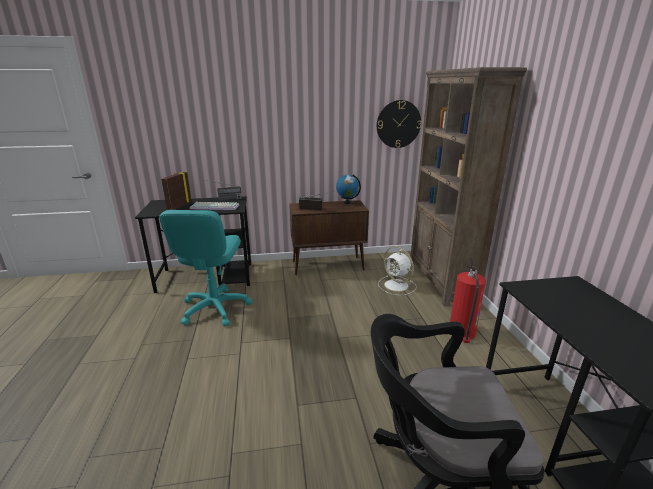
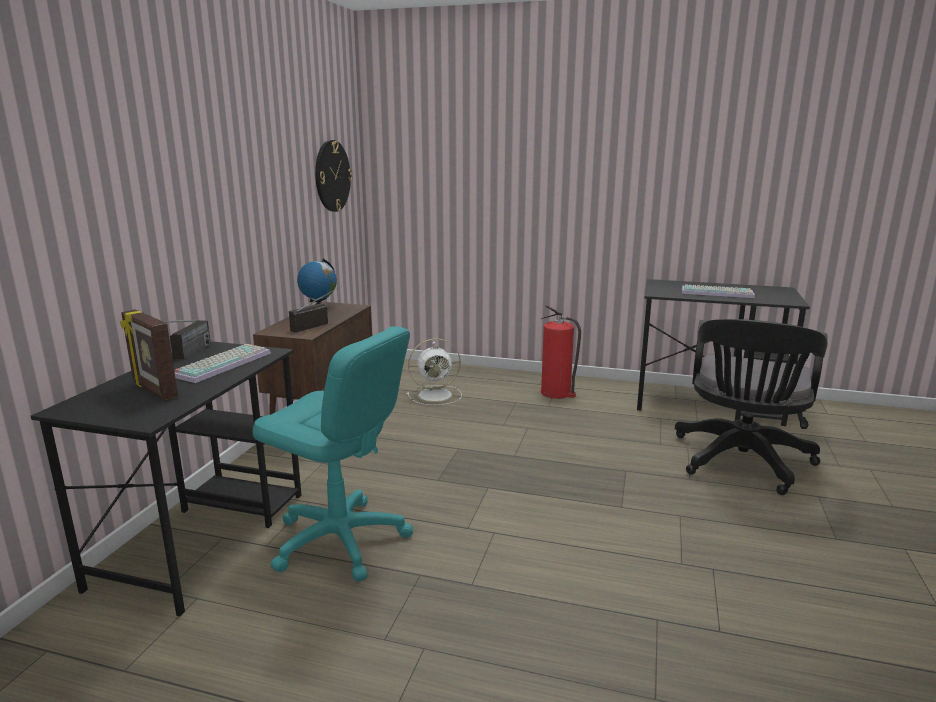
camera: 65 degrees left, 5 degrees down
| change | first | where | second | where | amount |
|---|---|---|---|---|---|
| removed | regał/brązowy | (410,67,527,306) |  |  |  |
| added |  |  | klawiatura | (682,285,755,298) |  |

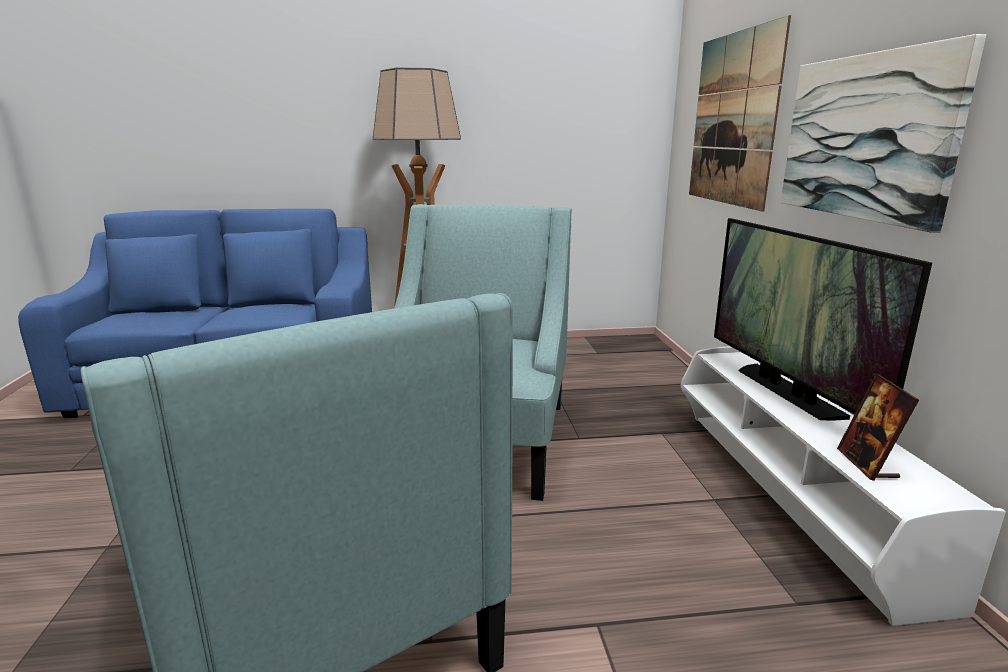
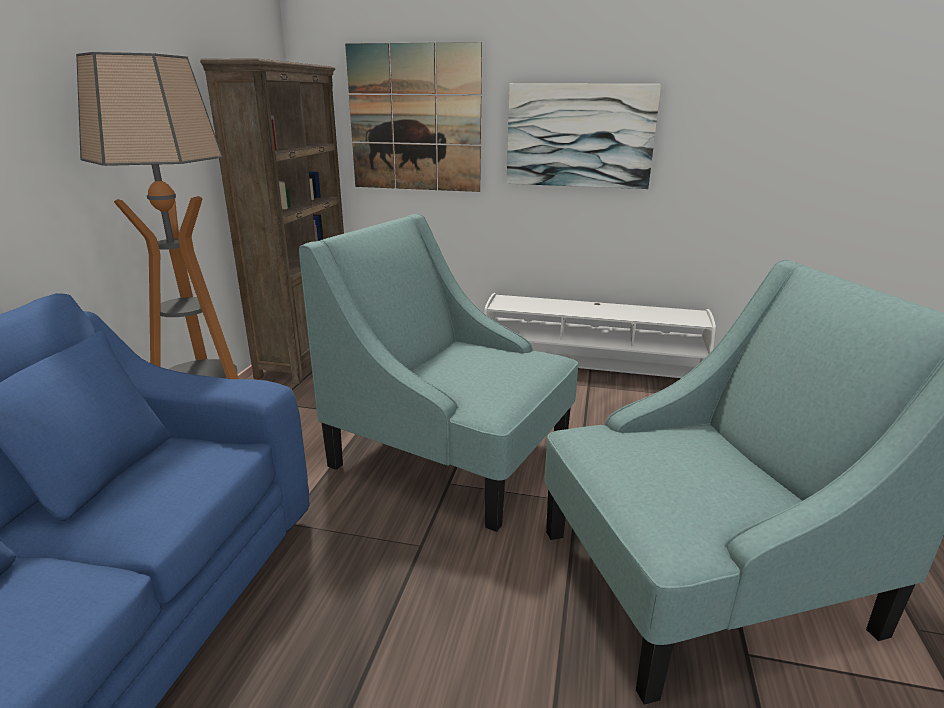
camera: 70 degrees left, 5 degrees up
| change | first | where | second | where | amount |
|---|---|---|---|---|---|
| removed | telewizor | (714,218,932,421) |  |  |  |
| removed | ramka na zdjęcie | (837,374,919,481) |  |  |  |
| added |  |  | regał/brązowy | (200,58,344,384) |  |

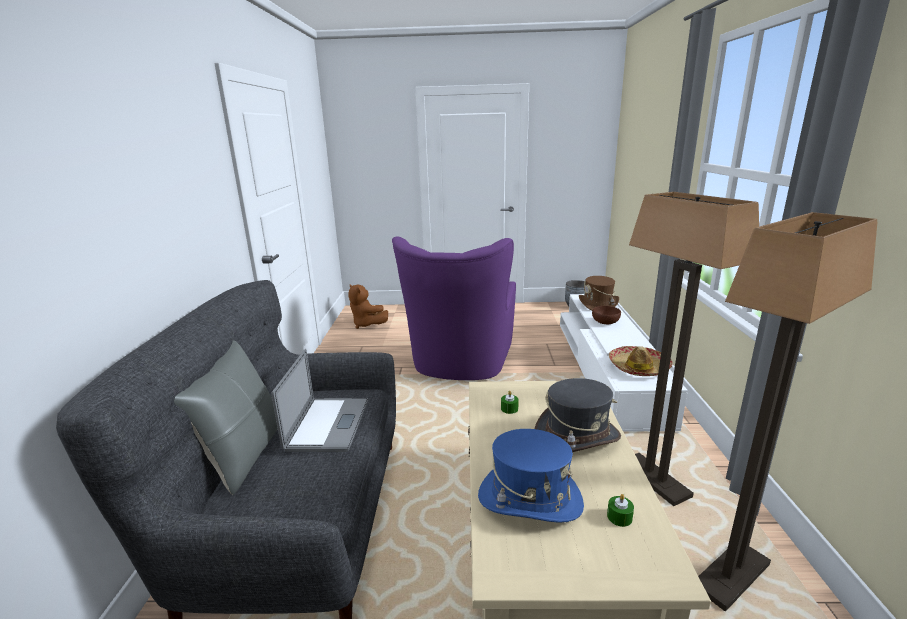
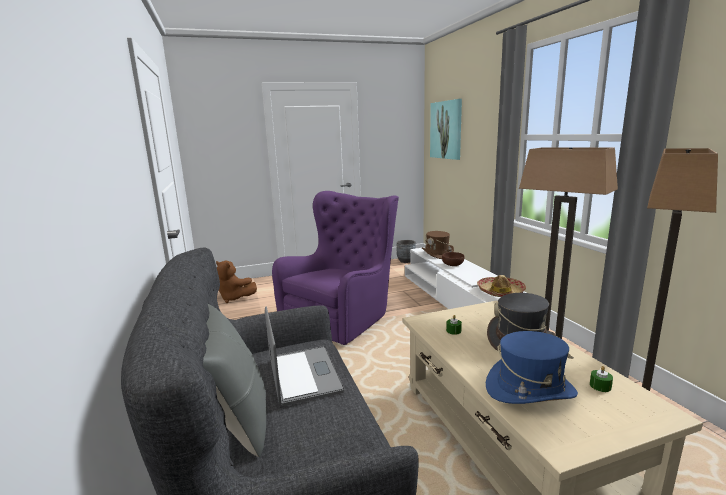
camera: 20 degrees left, 5 degrees down
| change | first | where | second | where | amount |
|---|---|---|---|---|---|
| turned | fotel/fioletowy | (392,237,516,380) |  | (272,191,399,345) | 135 degrees counterclockwise |
| added |  |  | obraz | (430,99,462,160) |  |

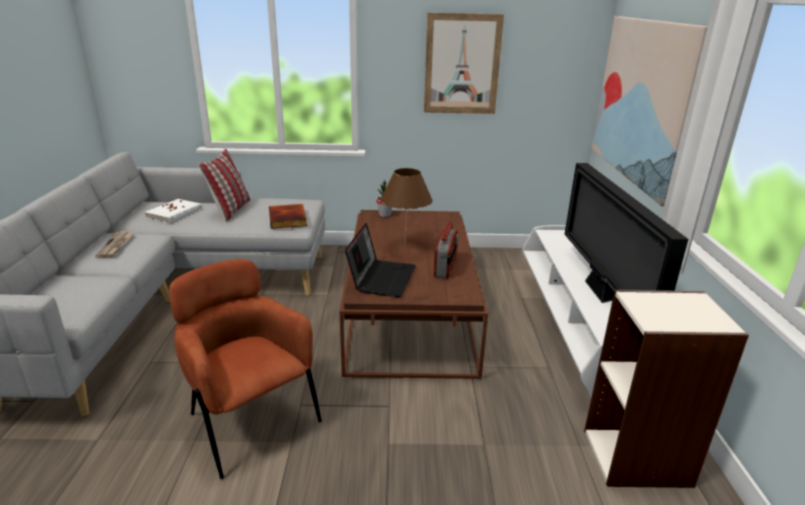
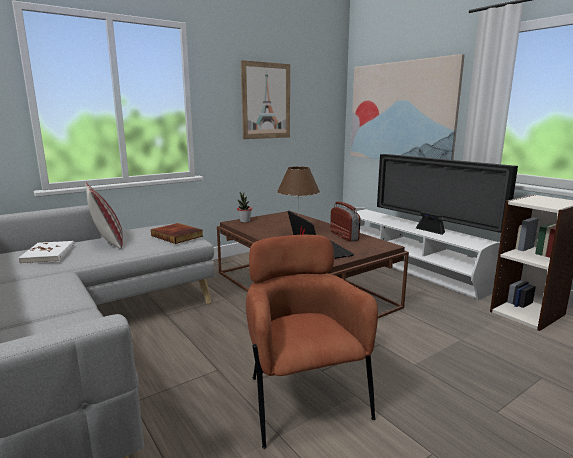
camera: 35 degrees left, 10 degrees down
| change | first | where | second | where | amount |
|---|---|---|---|---|---|
| removed | gazeta | (95,231,134,258) |  |  |  |
| turned | fotel/brązowy | (169,259,322,479) |  | (246,235,378,449) | 60 degrees clockwise |

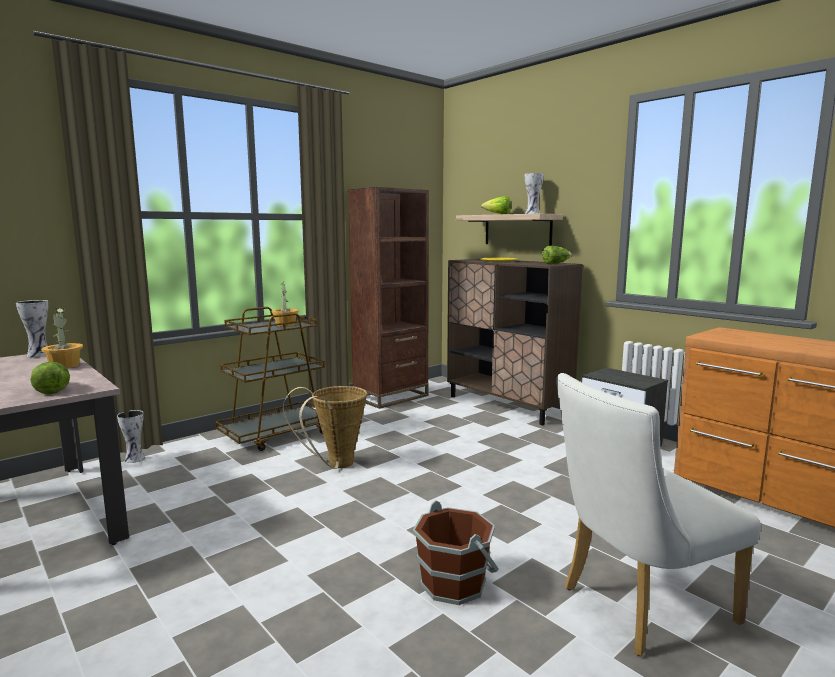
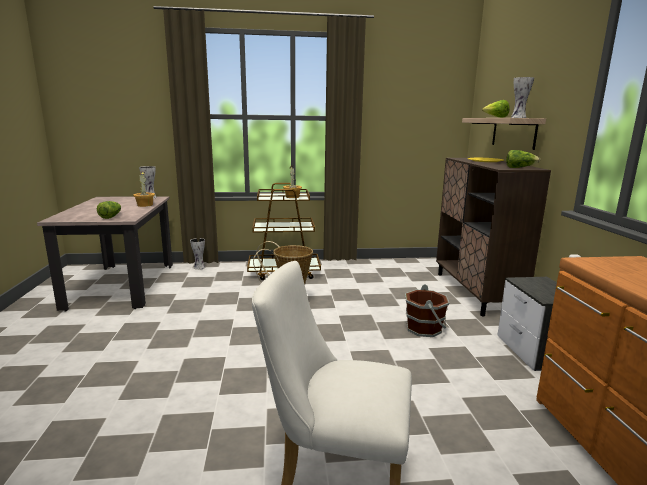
camera: 35 degrees right, 5 degrees up
| change | first | where | second | where | amount |
|---|---|---|---|---|---|
| removed | regał/brązowy | (348,187,429,409) |  |  |  |
| moved | wiadro/brązowy | (413,500,499,605) |  | (405,284,449,337) |  |

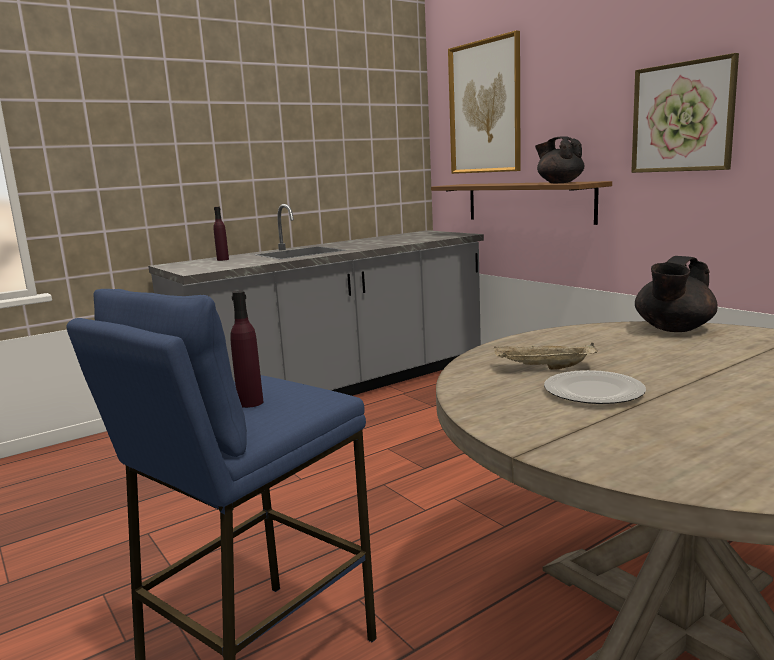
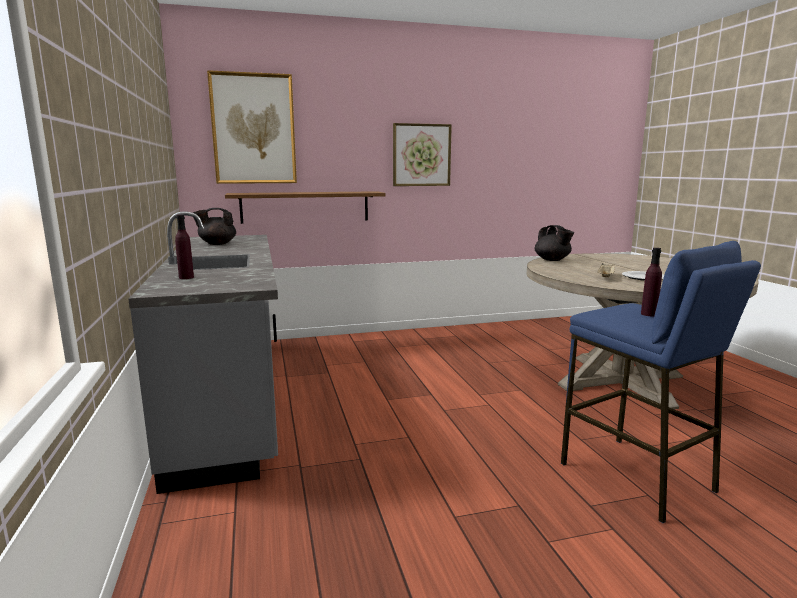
camera: 70 degrees left, 0 degrees up
| change | first | where | second | where | amount |
|---|---|---|---|---|---|
| moved | imbryk/czarny | (535,136,584,183) |  | (193,208,236,245) |  |

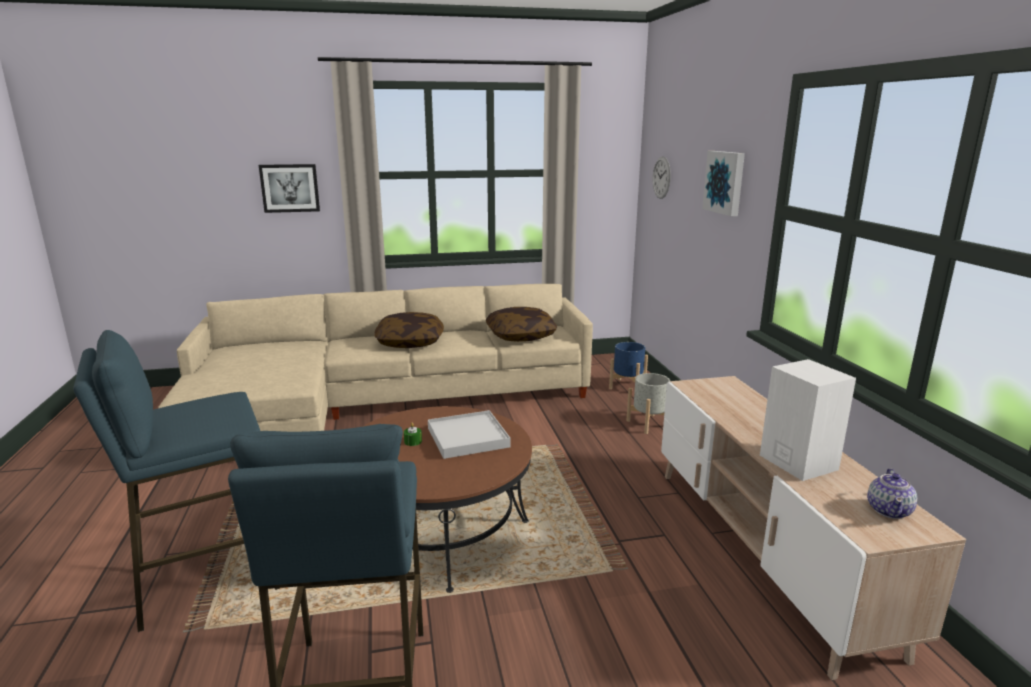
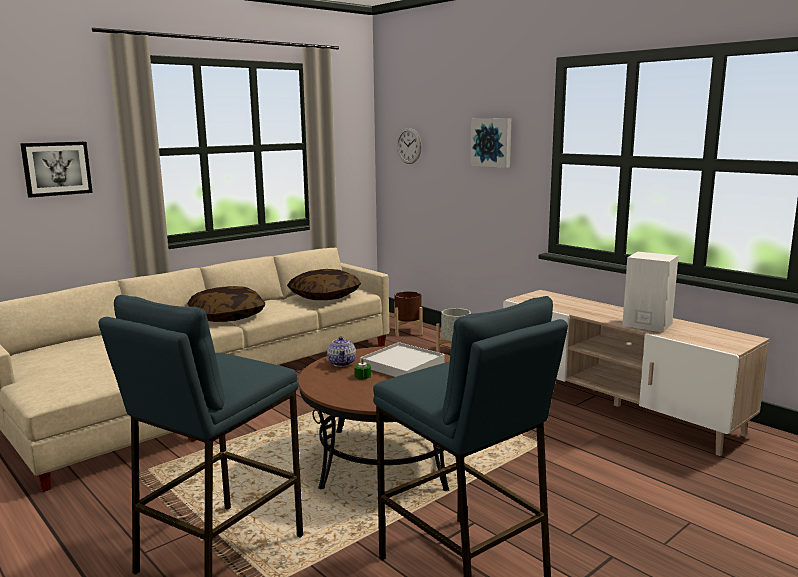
camera: 30 degrees left, 5 degrees down
| change | first | where | second | where | amount |
|---|---|---|---|---|---|
| recoloured | donica/niebieski | (609,342,648,389) | donica/brązowy | (394,291,422,336) |  |
| moved | imbryk | (867,468,917,519) |  | (327,336,356,367) |  |

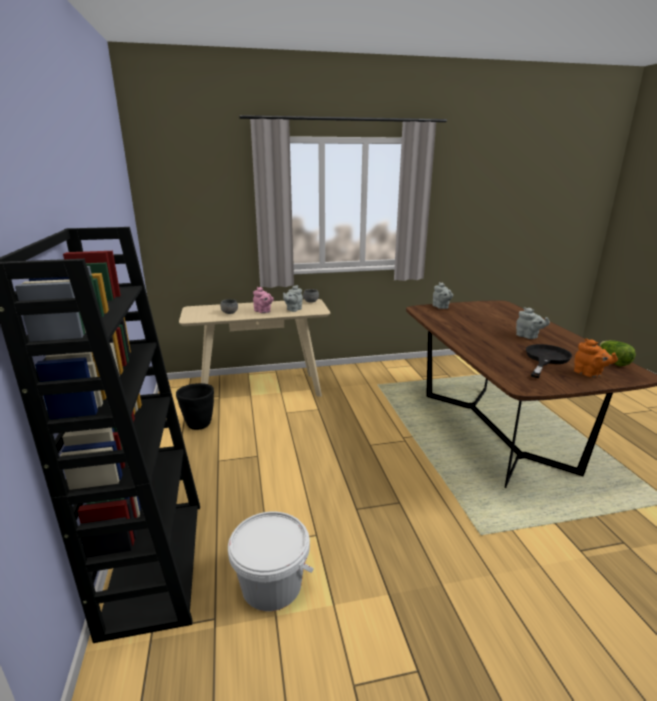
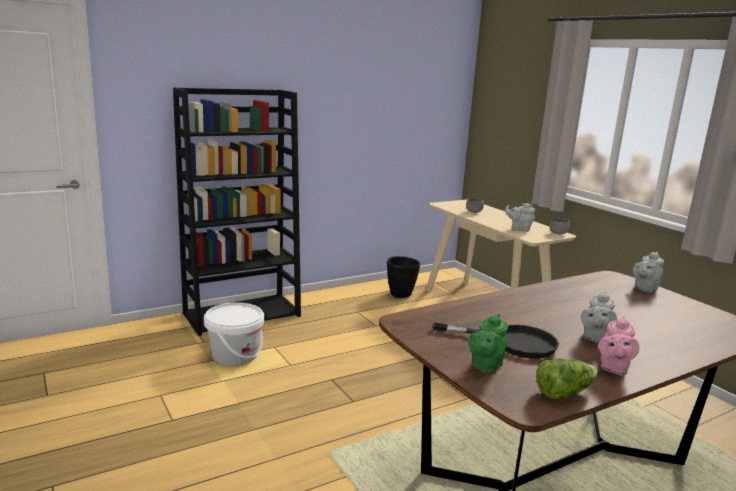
camera: 70 degrees right, 5 degrees down
| change | first | where | second | where | amount |
|---|---|---|---|---|---|
| moved | imbryk/różowy | (253,287,274,313) |  | (599,316,639,376) |  |
| recoloured | imbryk/pomarańczowy | (574,338,618,378) | imbryk/zielony | (468,314,508,374) |  |

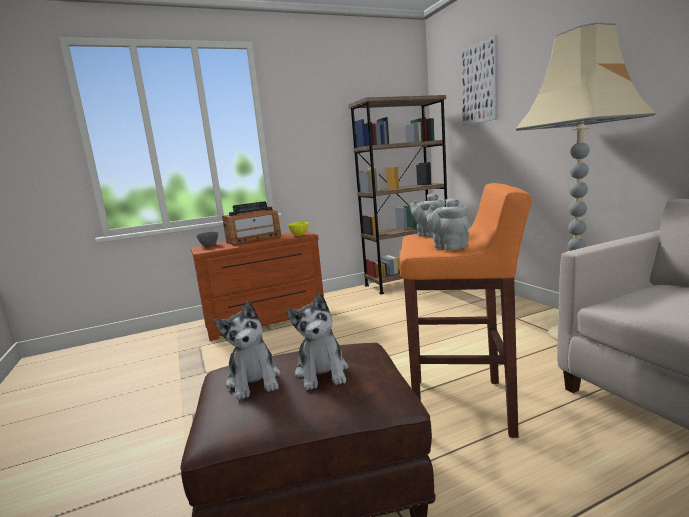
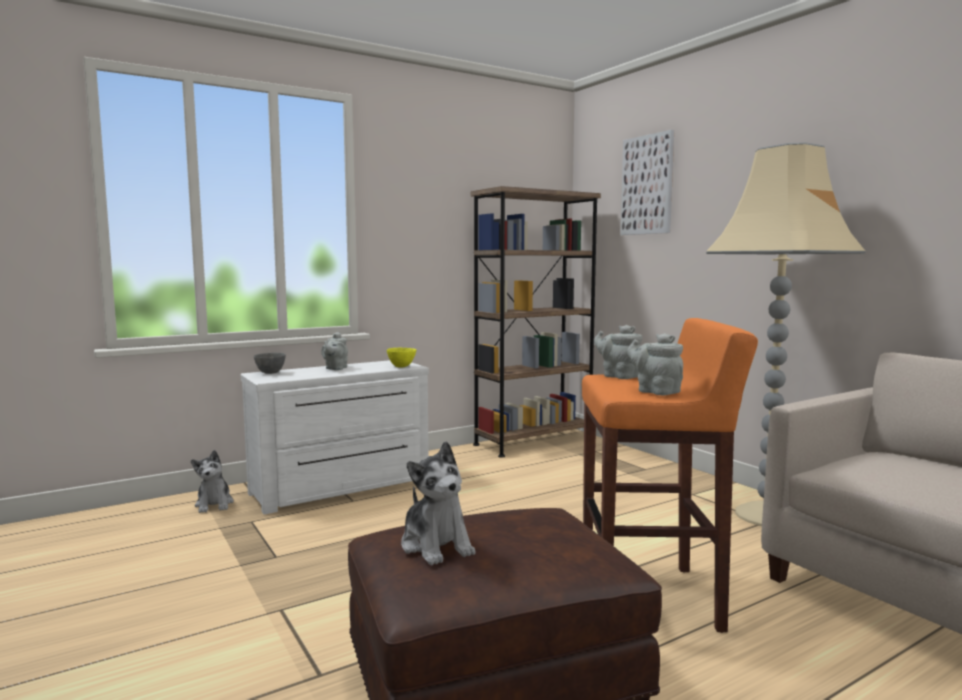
camera: 10 degrees left, 5 degrees down
| change | first | where | second | where | amount |
|---|---|---|---|---|---|
| replaced | radio | (222,201,281,246) | imbryk/szary | (321,332,348,370) |  |
| recoloured | komoda/brązowy | (191,231,324,341) | komoda/biały | (240,360,429,514) |  |
| moved | pluszak | (286,293,348,390) |  | (191,450,234,513) |  |

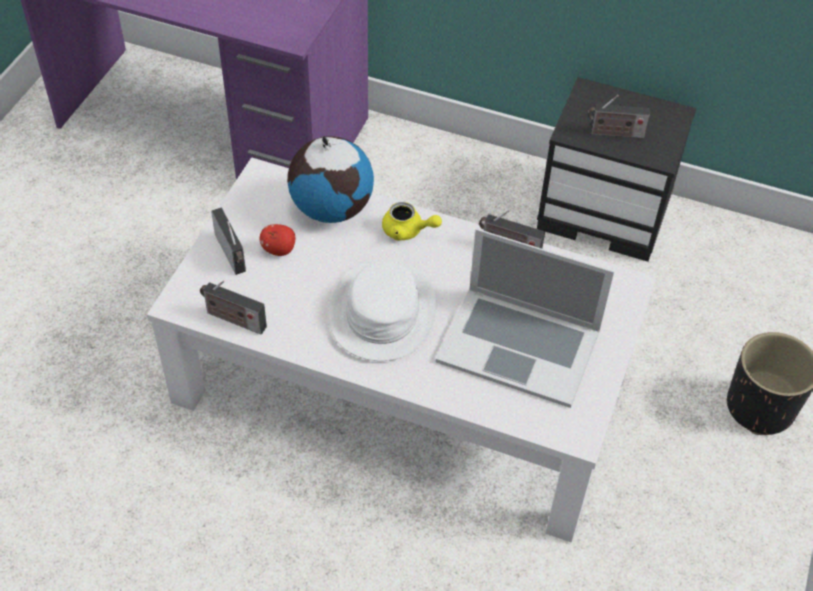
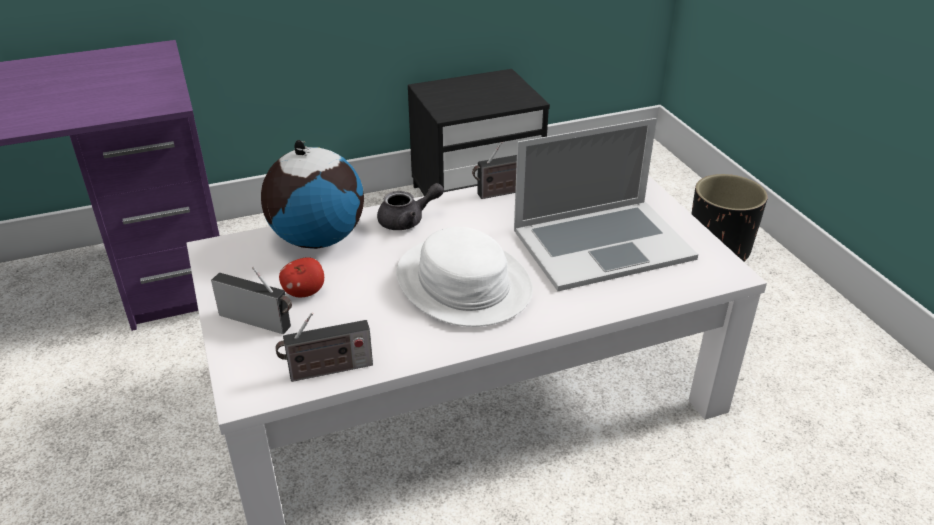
camera: 40 degrees left, 15 degrees down
| change | first | where | second | where | amount |
|---|---|---|---|---|---|
| removed | radio | (588,95,650,138) |  |  |  |
| recoloured | imbryk/żółty | (382,202,442,241) | imbryk/szary | (377,183,444,230) |  |

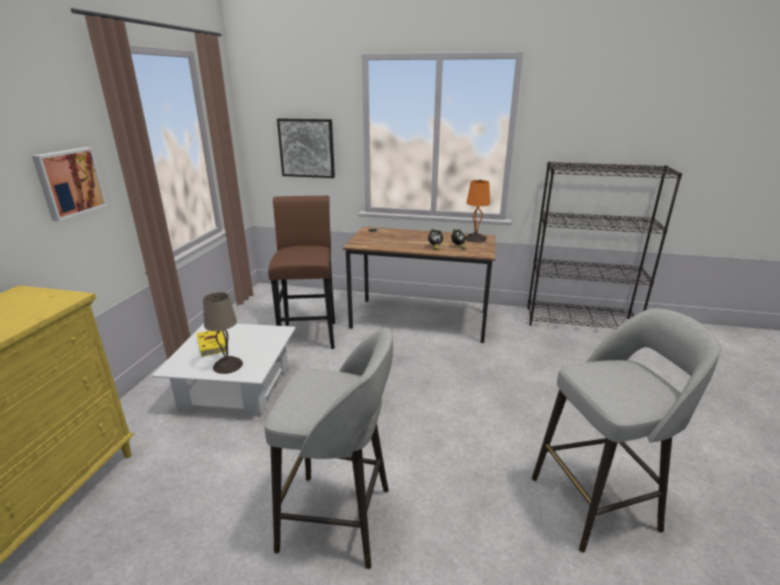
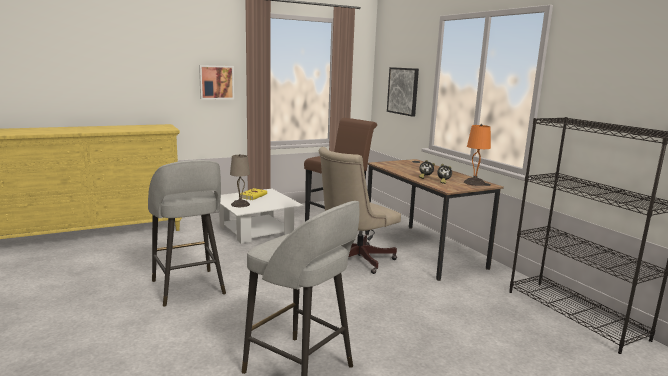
camera: 50 degrees right, 10 degrees down
| change | first | where | second | where | amount |
|---|---|---|---|---|---|
| added |  |  | krzesło biurowe/beżowy | (319,147,401,274) |  |

